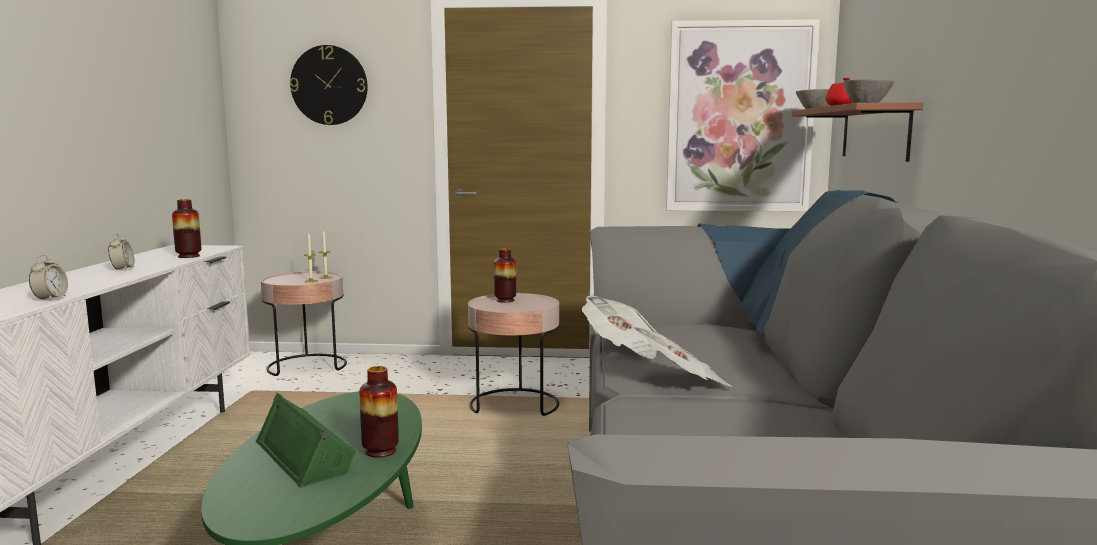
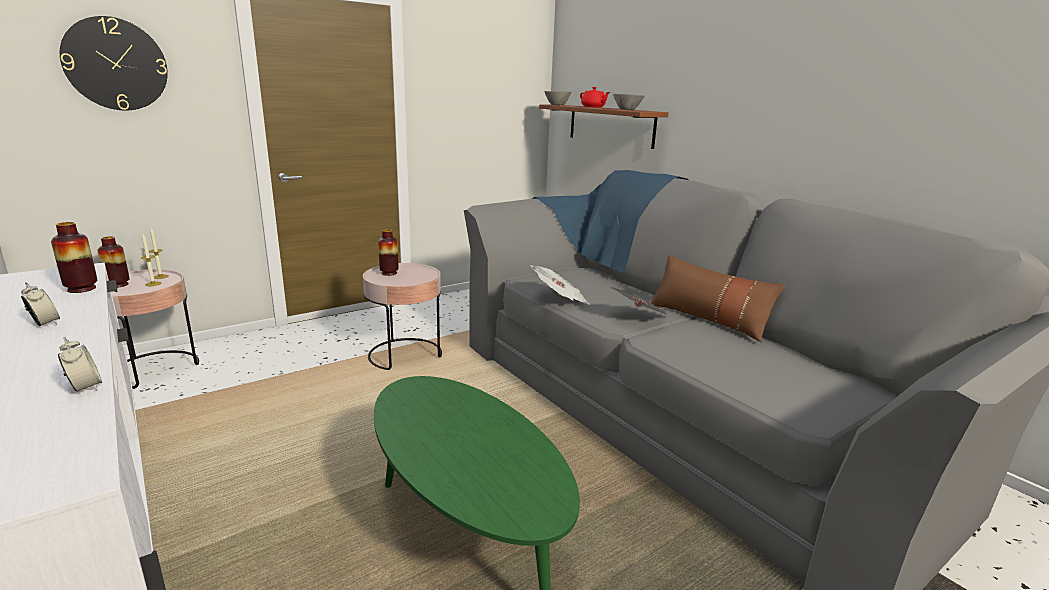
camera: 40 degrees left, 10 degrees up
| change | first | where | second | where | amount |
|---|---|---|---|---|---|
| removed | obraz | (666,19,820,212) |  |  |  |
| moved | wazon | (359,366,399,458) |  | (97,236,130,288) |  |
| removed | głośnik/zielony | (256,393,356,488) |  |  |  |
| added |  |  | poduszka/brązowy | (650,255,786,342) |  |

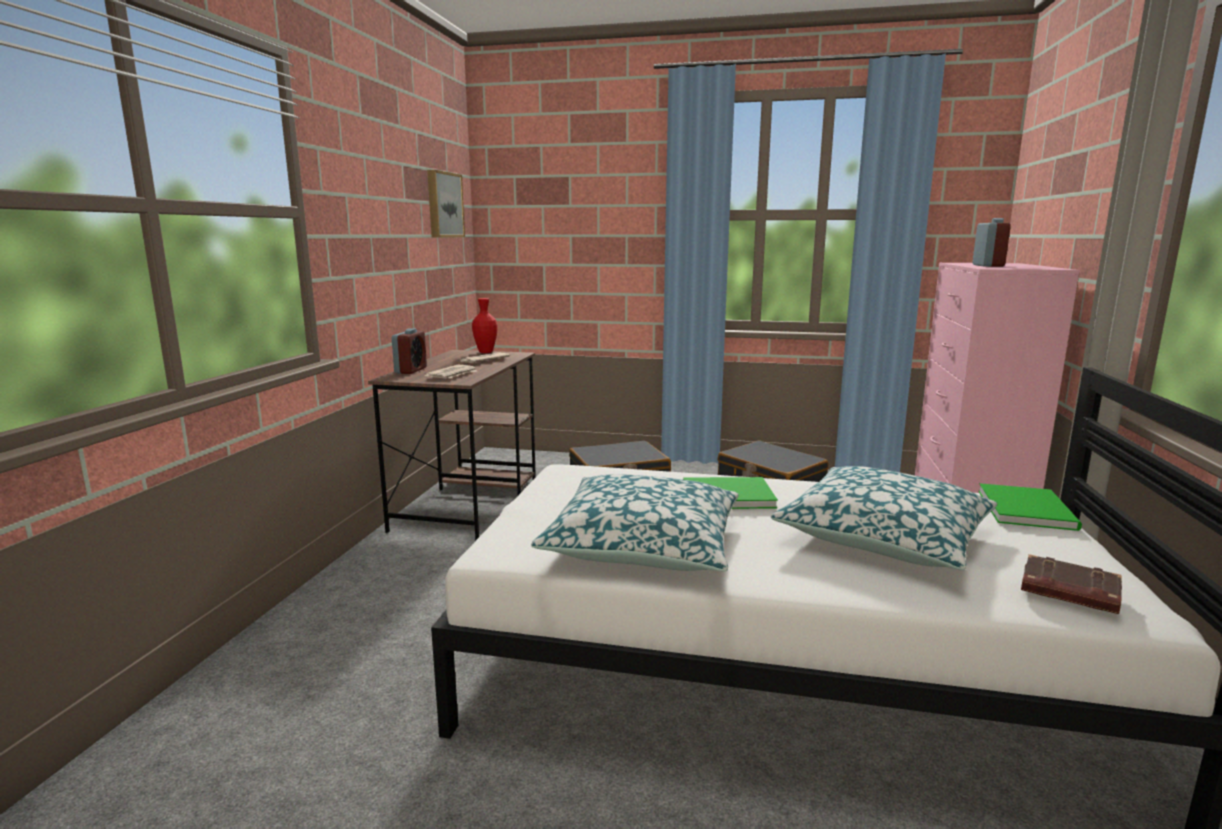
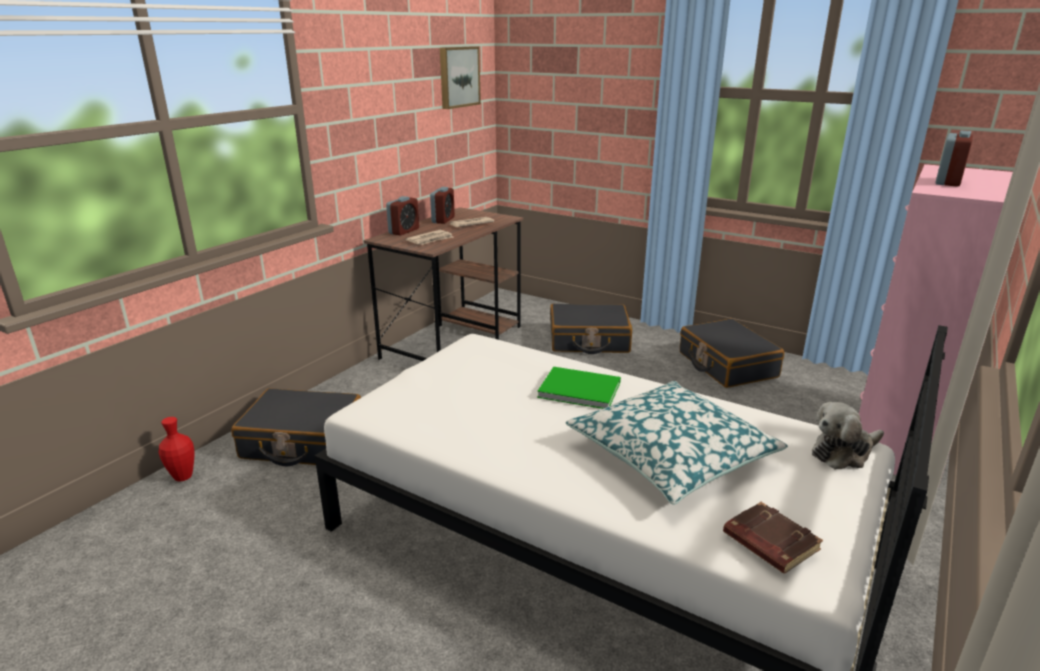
camera: 20 degrees right, 10 degrees up
| change | first | where | second | where | amount |
|---|---|---|---|---|---|
| moved | wazon/czerwony | (472,298,497,353) |  | (159,417,194,481) |  |
| removed | poduszka | (531,474,738,572) |  |  |  |
| replaced | książka/zielony | (978,483,1082,531) | pluszak | (812,402,884,469) |  |
| added |  |  | budzik | (430,187,455,224) |  |
| added |  |  | walizka/czarny | (231,388,361,466) |  |

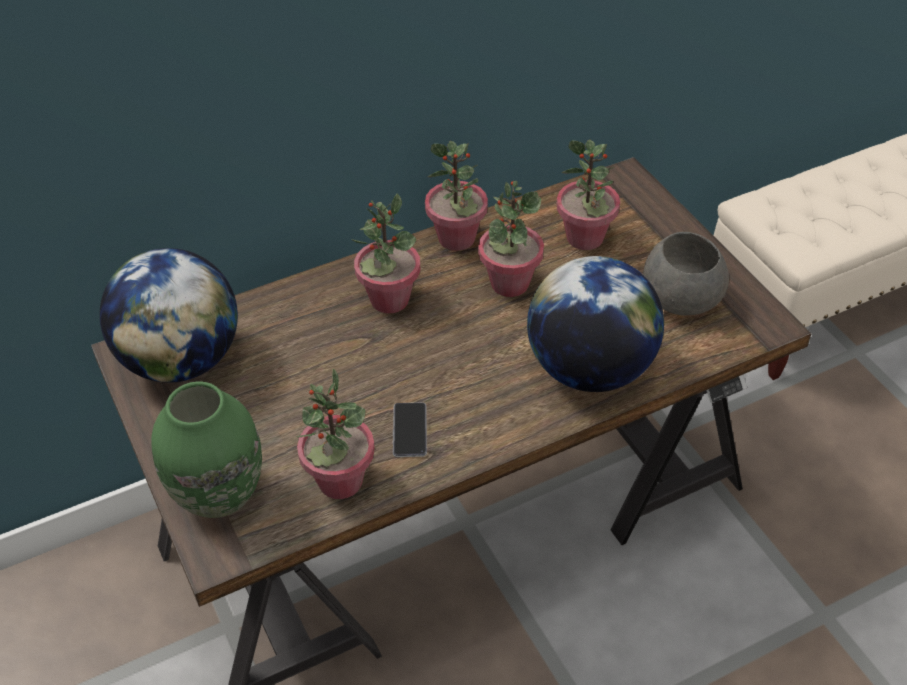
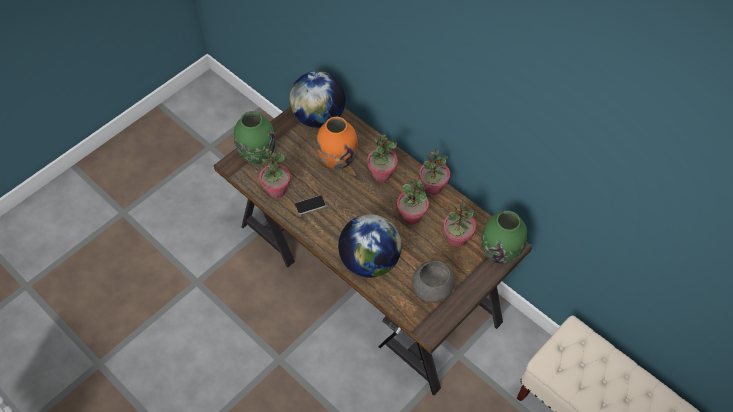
camera: 70 degrees right, 10 degrees up
| change | first | where | second | where | amount |
|---|---|---|---|---|---|
| added |  |  | wazon/pomarańczowy | (316,117,358,170) |  |
| added |  |  | wazon/zielony | (481,211,527,264) |  |

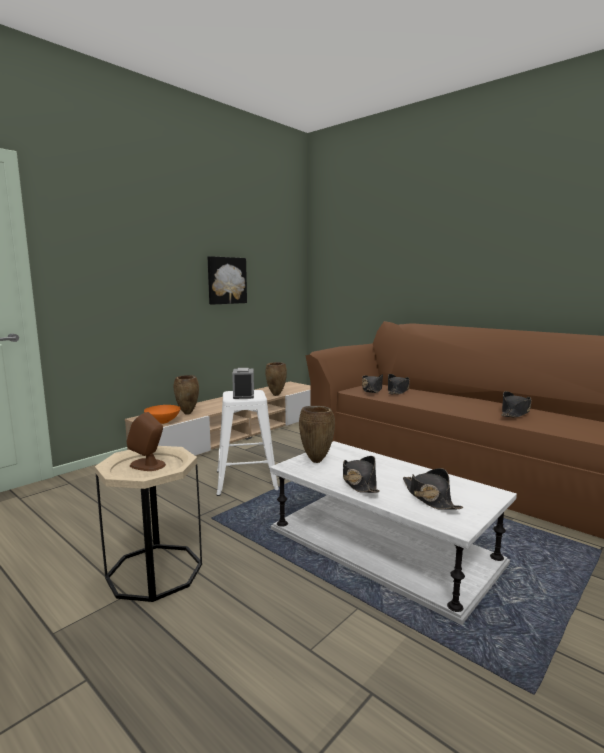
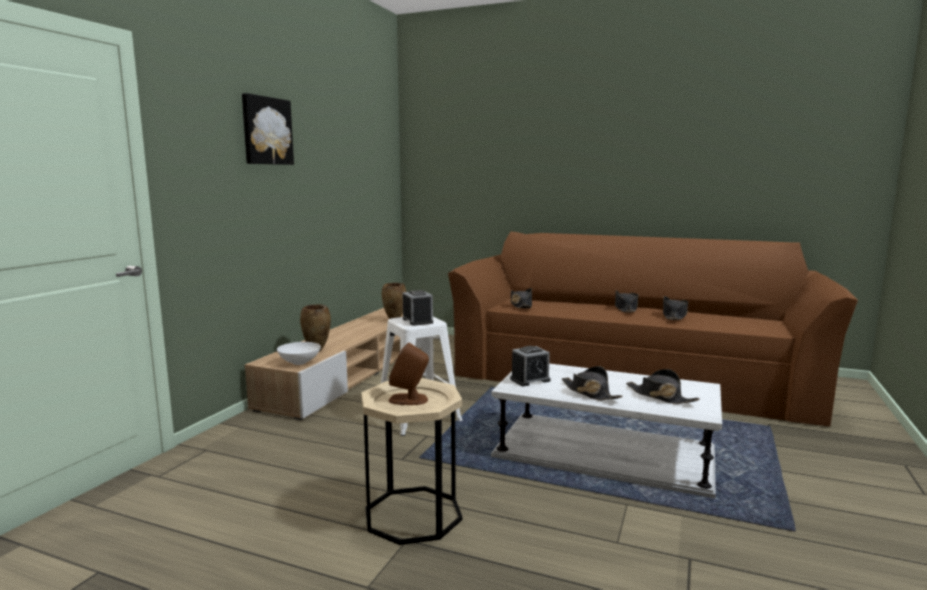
camera: 20 degrees left, 0 degrees up
| change | first | where | second | where | amount |
|---|---|---|---|---|---|
| moved | obraz | (208,256,247,305) |  | (242,93,294,165) |  |
| moved | kapelusz/czarny | (388,374,410,395) |  | (615,290,638,313) |  |
| recoloured | miska/pomarańczowy | (144,405,181,424) | miska/biały | (277,342,321,365) |  |
| replaced | wazon/brązowy | (299,406,335,463) | budzik | (510,346,551,386) |  |

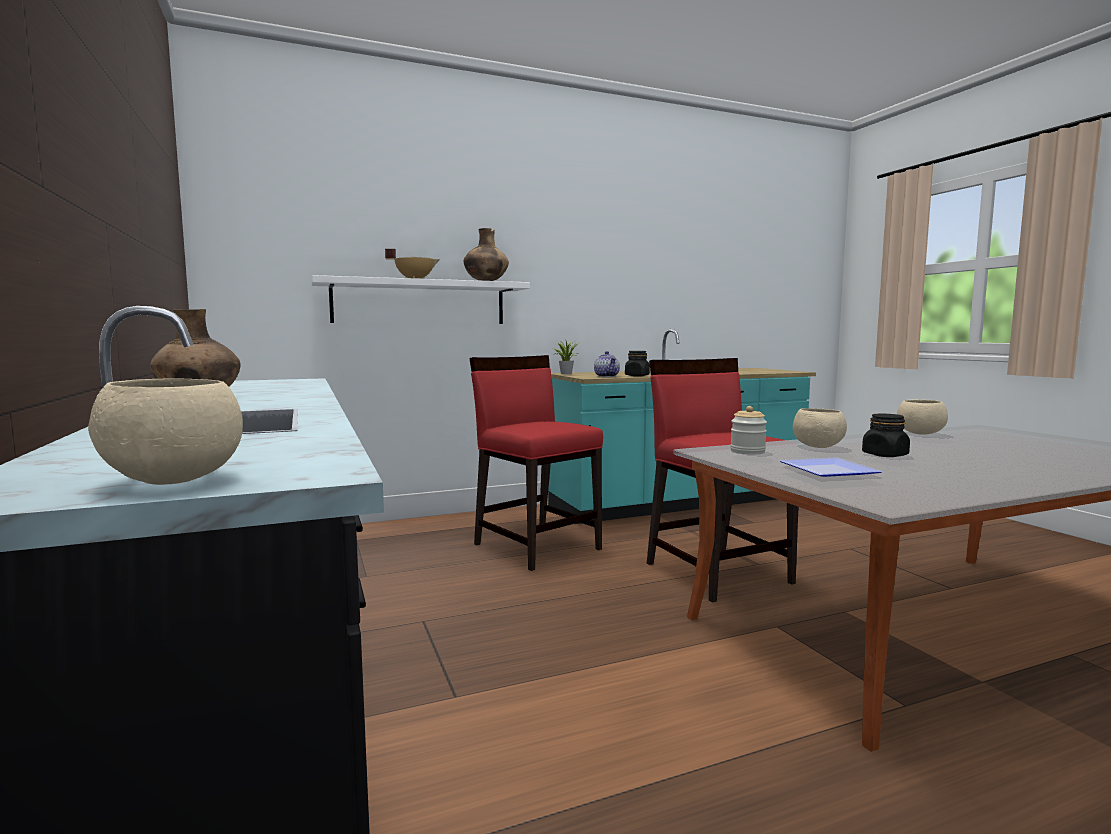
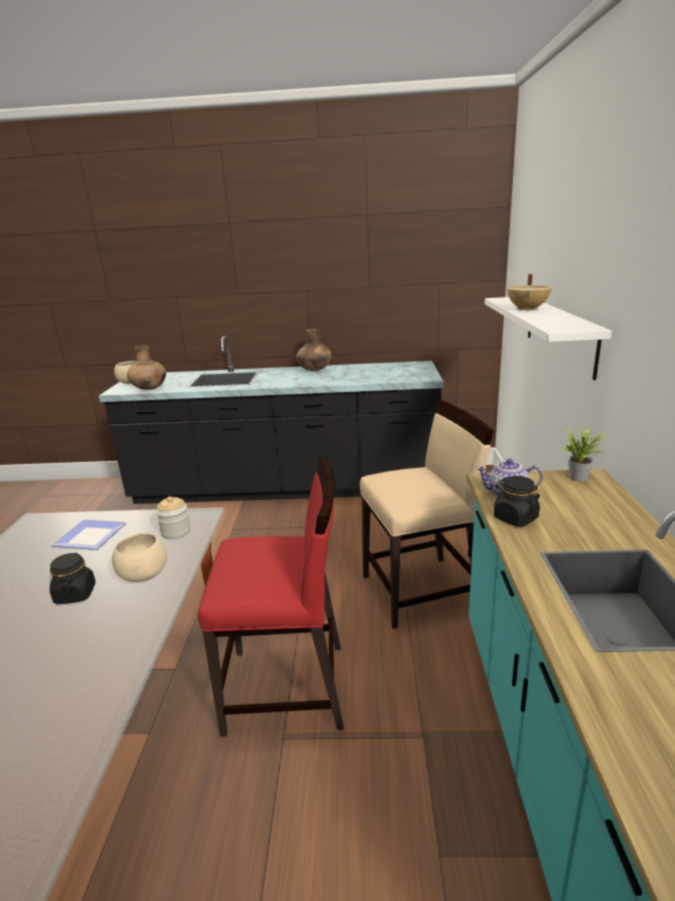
camera: 115 degrees right, 15 degrees up
| change | first | where | second | where | amount |
|---|---|---|---|---|---|
| moved | wazon/brązowy | (463,228,509,281) |  | (127,345,166,390) |  |
| recoloured | krzesło/czerwony | (469,355,603,571) | krzesło/beżowy | (360,400,494,629) |  |
| removed | miska/beżowy | (897,399,948,435) |  |  |  |

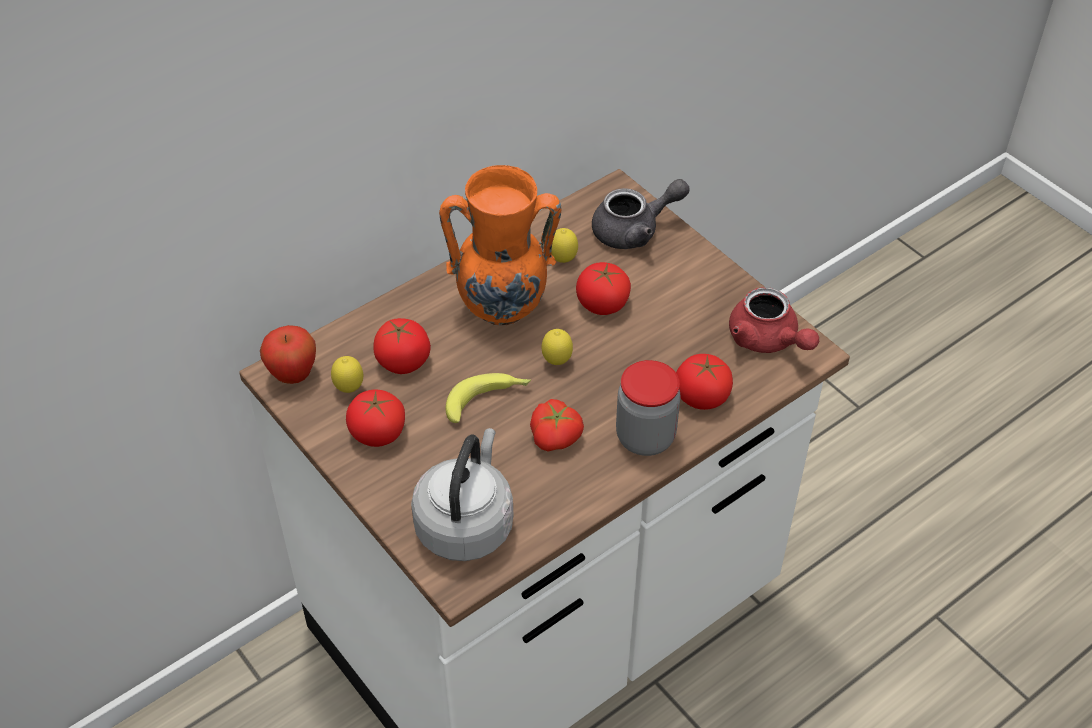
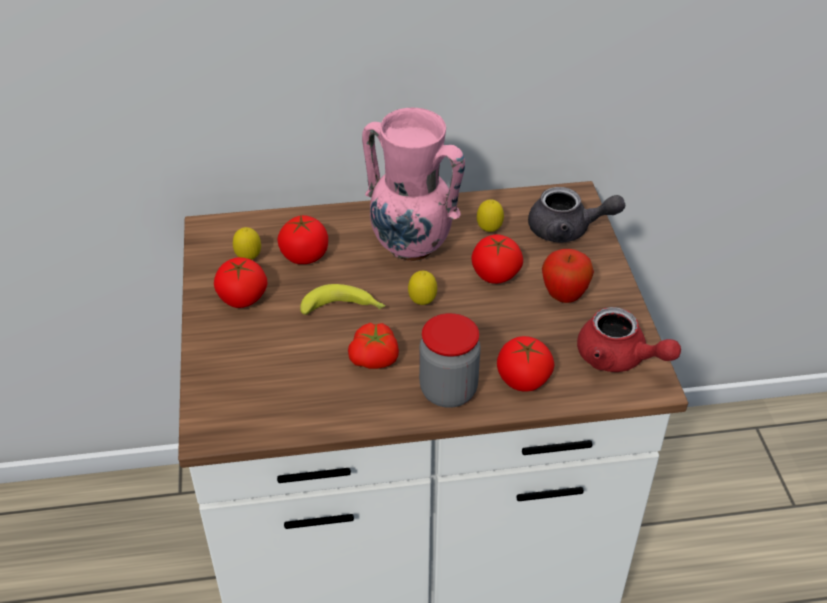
camera: 30 degrees right, 5 degrees down
| change | first | where | second | where | amount |
|---|---|---|---|---|---|
| recoloured | wazon/pomarańczowy | (439,165,562,326) | wazon/różowy | (362,108,465,261) |  |
| turned | imbryk/czerwony | (729,287,819,353) |  | (577,307,681,372) | 45 degrees counterclockwise |
| moved | jabłko | (260,325,316,384) |  | (542,249,594,303) |  |
| removed | czajnik/szary | (411,428,513,561) |  |  |  |

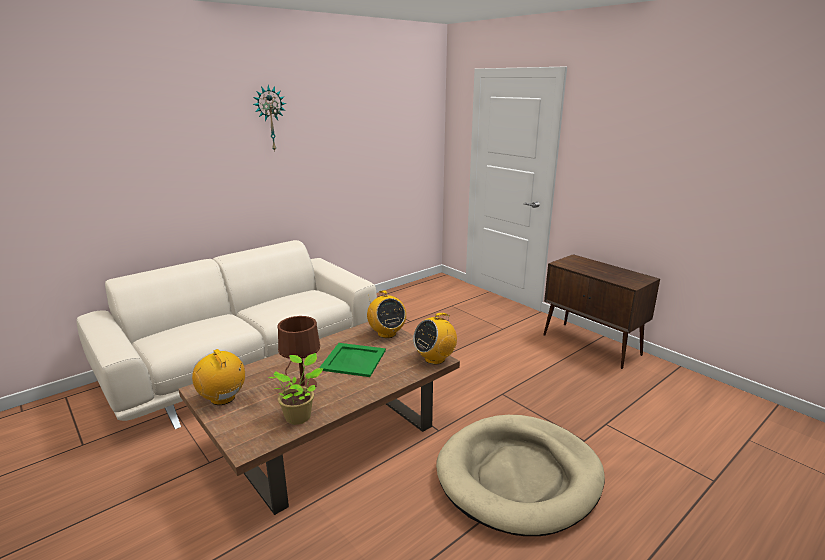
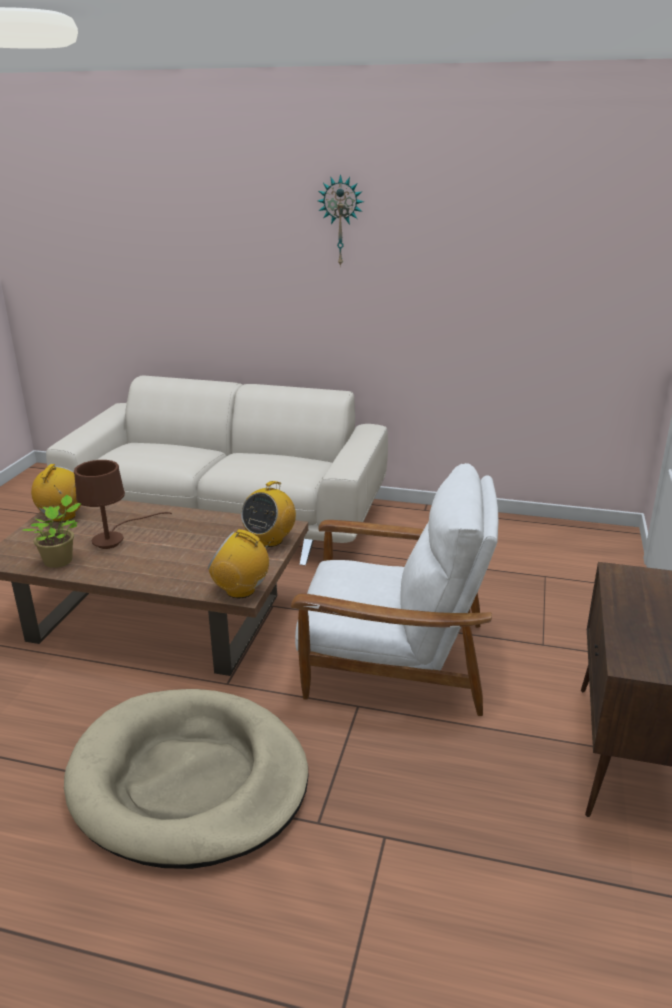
camera: 55 degrees right, 5 degrees up
| change | first | where | second | where | amount |
|---|---|---|---|---|---|
| removed | taca/zielony | (319,343,386,377) |  |  |  |
| added |  |  | fotel/biały | (291,463,499,716) |  |

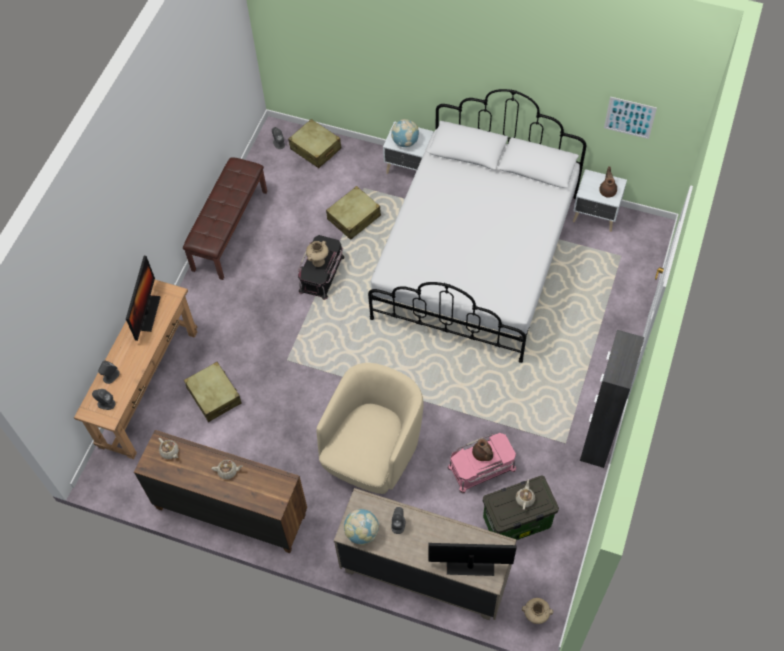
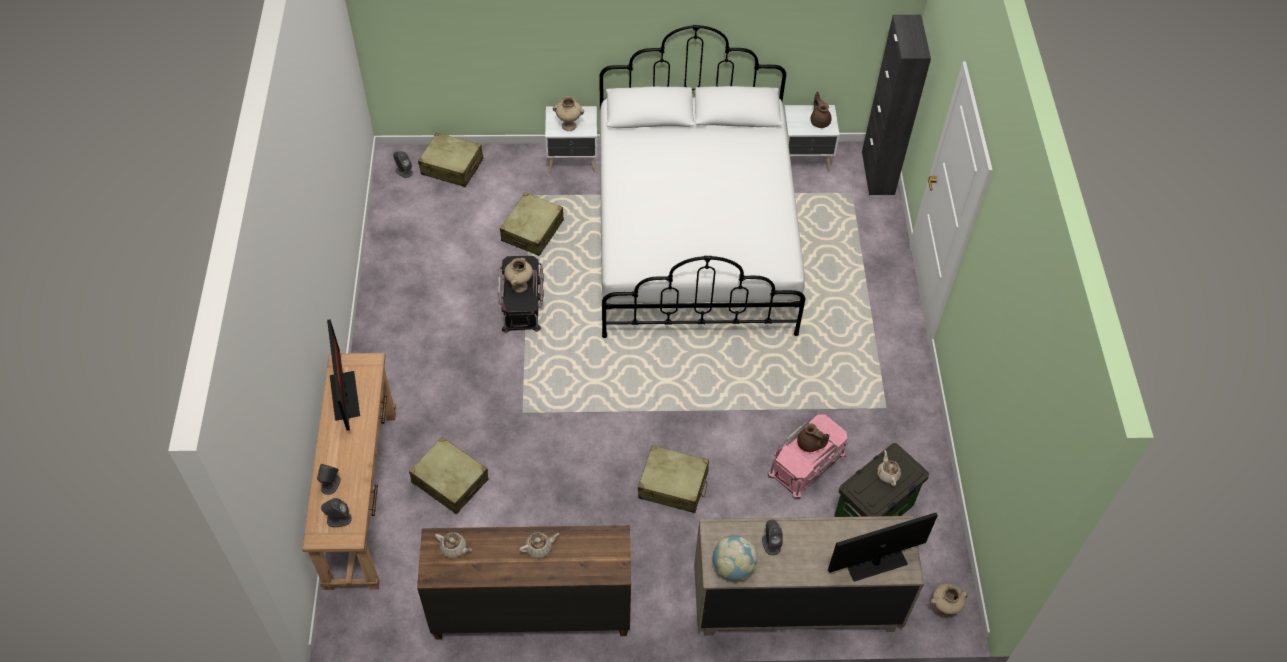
camera: 25 degrees left, 5 degrees down
| change | first | where | second | where | amount |
|---|---|---|---|---|---|
| removed | obraz | (604,97,657,139) |  |  |  |
| replaced | globus | (391,119,419,147) | wazon/beżowy | (553,96,584,131) |  |
| removed | ławka/brązowy | (183,157,267,280) |  |  |  |
| moved | szafka/czarny | (580,330,644,468) |  | (862,15,931,195) |  |
| replaced | fotel/beżowy | (316,363,424,494) | walizka/beżowy | (638,445,709,513) |  |

